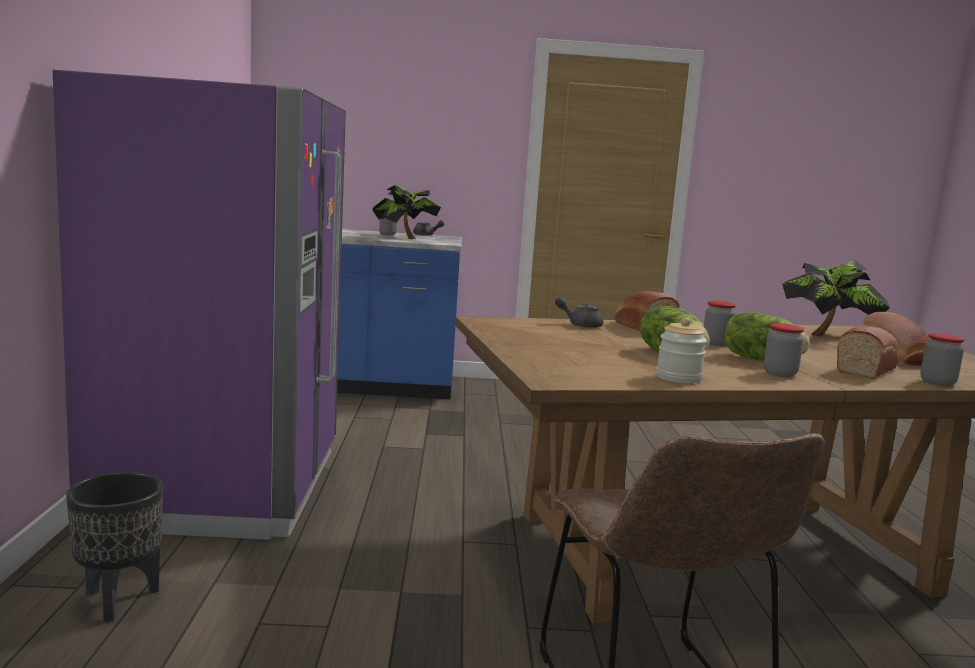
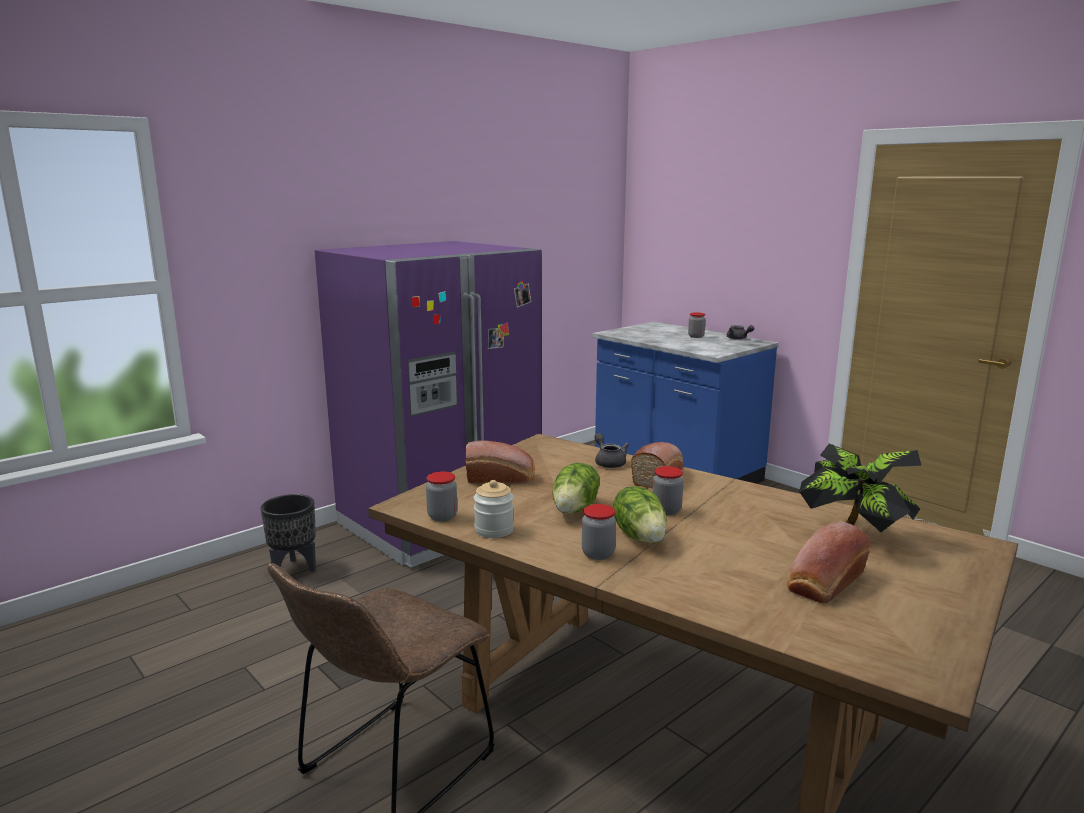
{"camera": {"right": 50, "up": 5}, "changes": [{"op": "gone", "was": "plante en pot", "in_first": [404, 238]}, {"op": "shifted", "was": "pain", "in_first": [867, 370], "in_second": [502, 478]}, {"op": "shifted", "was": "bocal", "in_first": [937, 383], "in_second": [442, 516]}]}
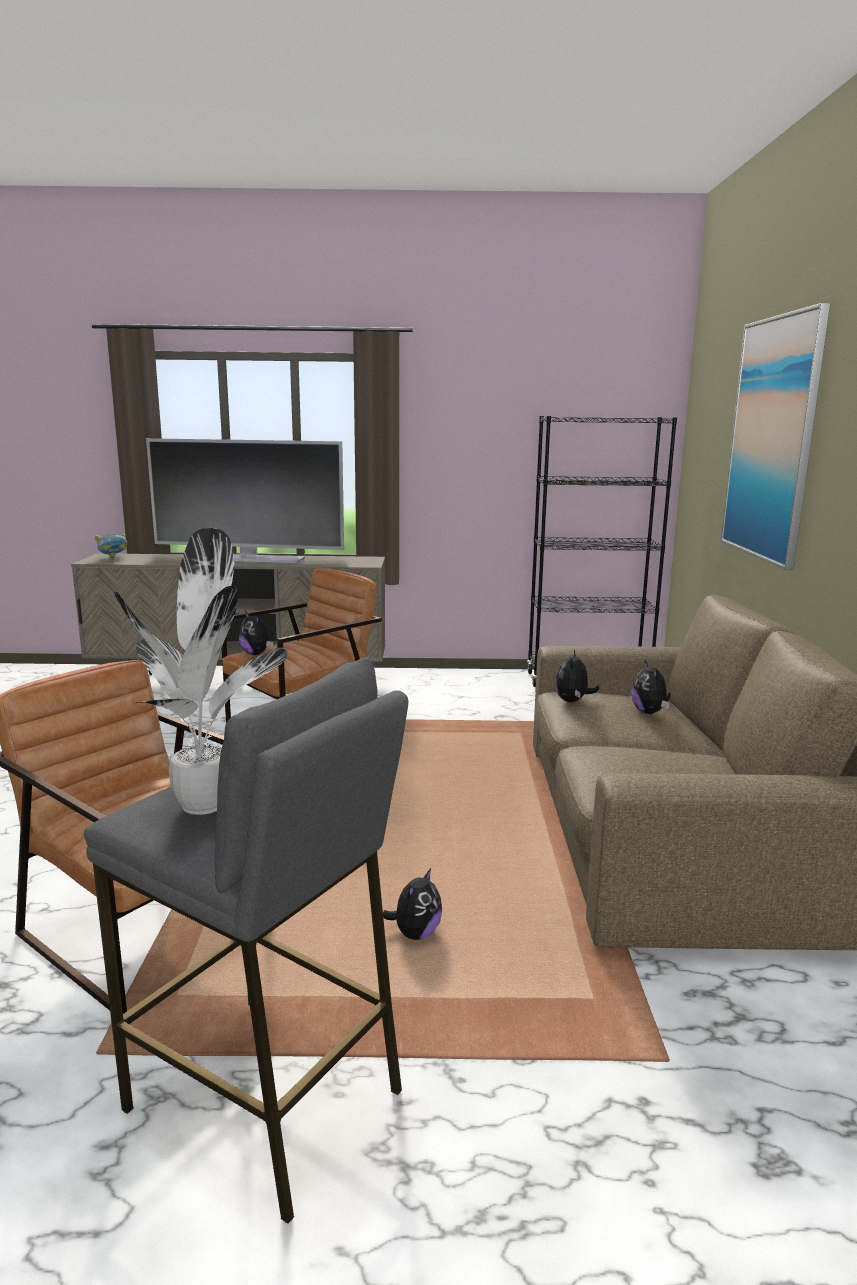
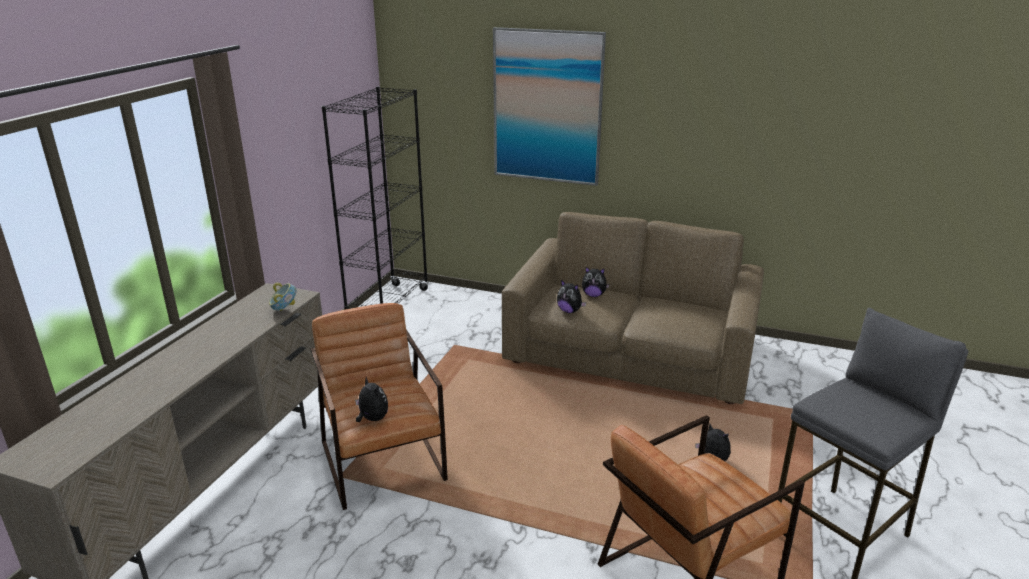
{"camera": {"right": -70, "up": 10}, "changes": [{"op": "gone", "was": "plante en pot", "in_first": [206, 802]}, {"op": "gone", "was": "téléviseur", "in_first": [248, 559]}, {"op": "shifted", "was": "bol", "in_first": [113, 557], "in_second": [284, 310]}, {"op": "rotated", "was": "peluche", "in_first": [256, 654], "in_second": [372, 419], "clockwise": -105}]}
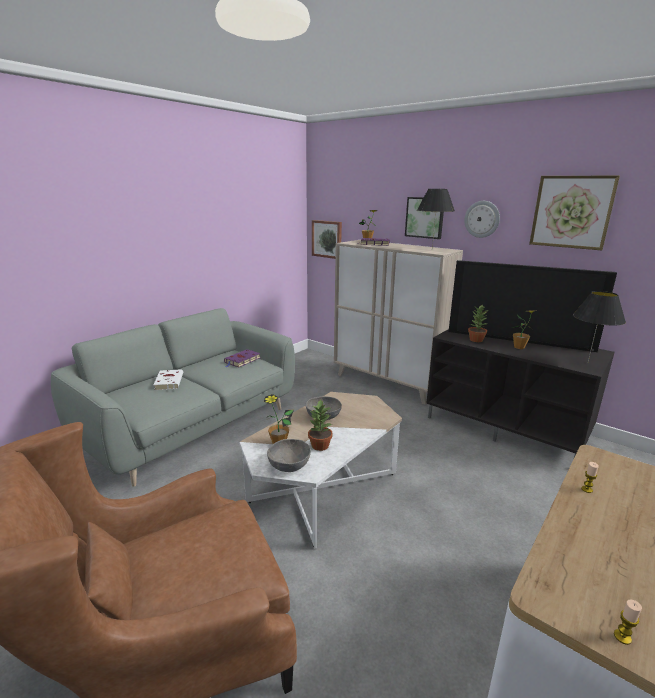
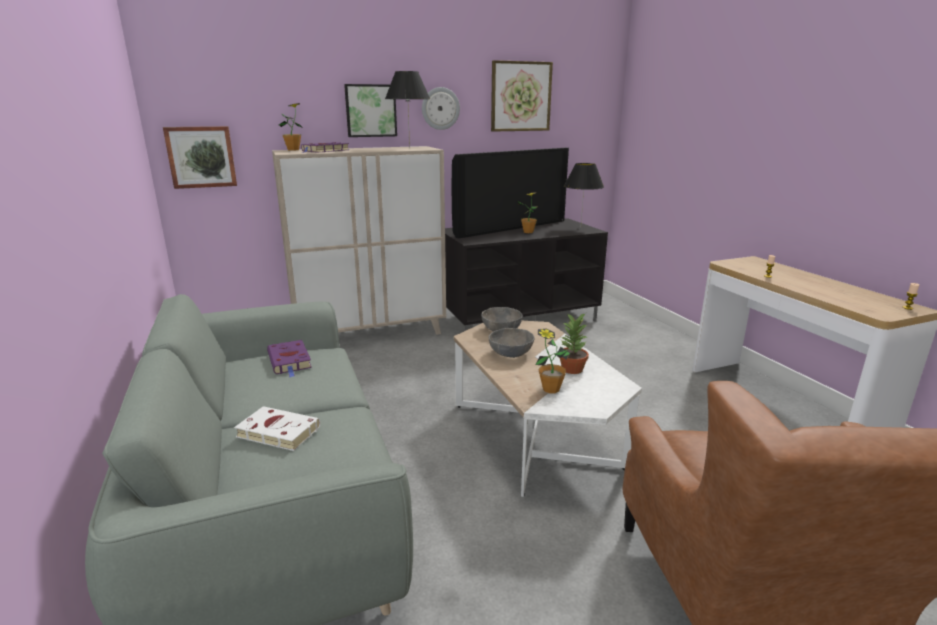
{"camera": {"right": -60, "up": 0}, "changes": [{"op": "gone", "was": "plante en pot", "in_first": [476, 340]}, {"op": "shifted", "was": "bol/gris", "in_first": [289, 465], "in_second": [501, 329]}]}
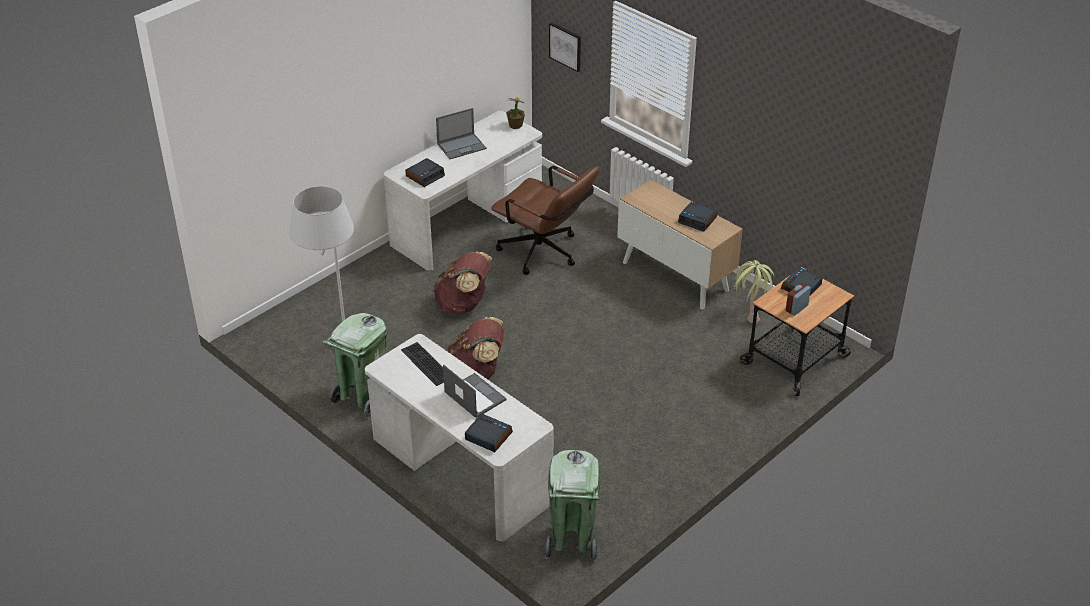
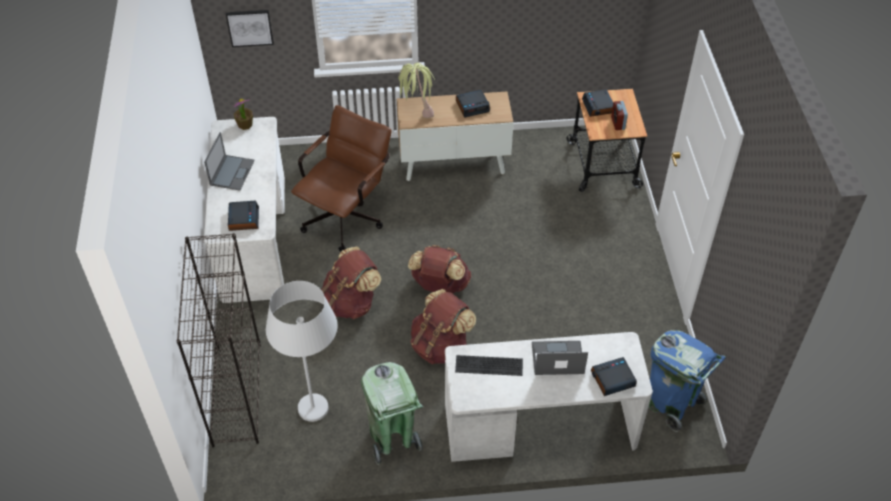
{"camera": {"right": -50, "up": 10}, "changes": [{"op": "new", "now": "bibliothèque/noir", "in_second": [236, 393]}, {"op": "new", "now": "sac à dos/marron", "in_second": [440, 286]}, {"op": "shifted", "was": "plante en pot", "in_first": [749, 313], "in_second": [416, 111]}, {"op": "repainted", "was": "poubelle/vert", "now": "poubelle/bleu", "in_first": [572, 540], "in_second": [671, 404]}, {"op": "rotated", "was": "chaise de bureau/marron", "in_first": [545, 254], "in_second": [347, 216], "clockwise": -45}]}
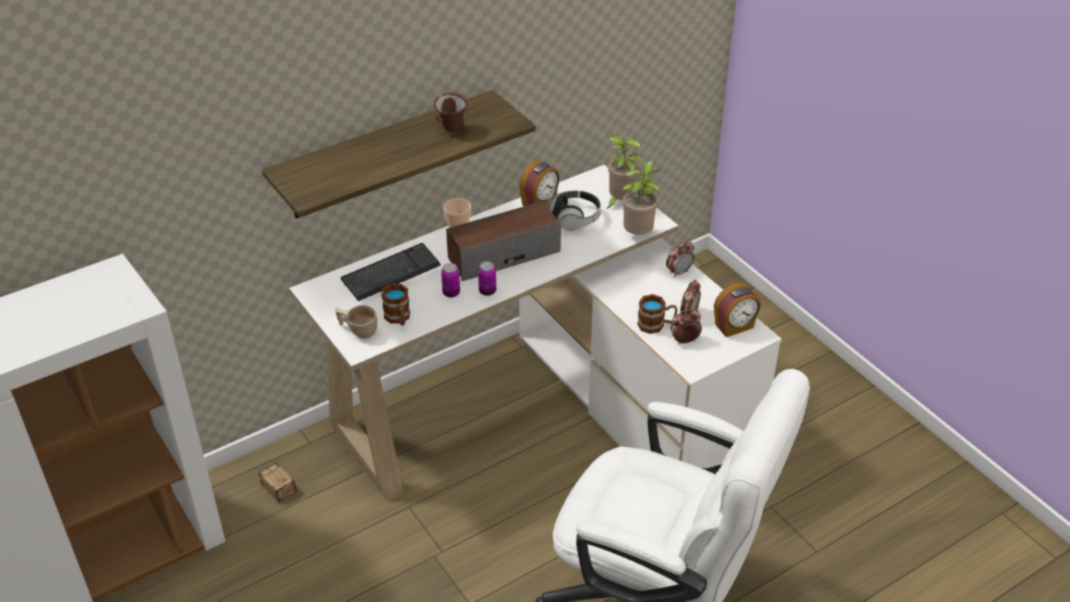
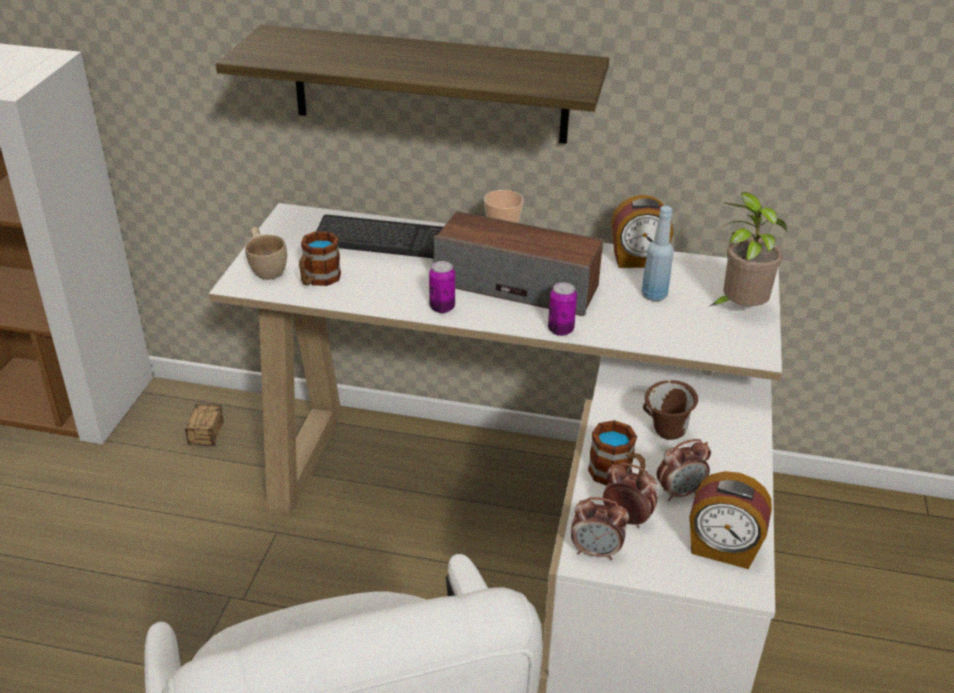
{"camera": {"right": 45, "up": -5}, "changes": [{"op": "gone", "was": "plante en pot", "in_first": [639, 235]}, {"op": "shifted", "was": "mug/marron", "in_first": [452, 130], "in_second": [665, 435]}, {"op": "shifted", "was": "boîte métallique", "in_first": [451, 293], "in_second": [560, 330]}, {"op": "shifted", "was": "réveil", "in_first": [679, 272], "in_second": [596, 552]}, {"op": "swapped", "was": "casque audio", "now": "bouteille/bleu", "in_first": [574, 219], "in_second": [654, 295]}]}
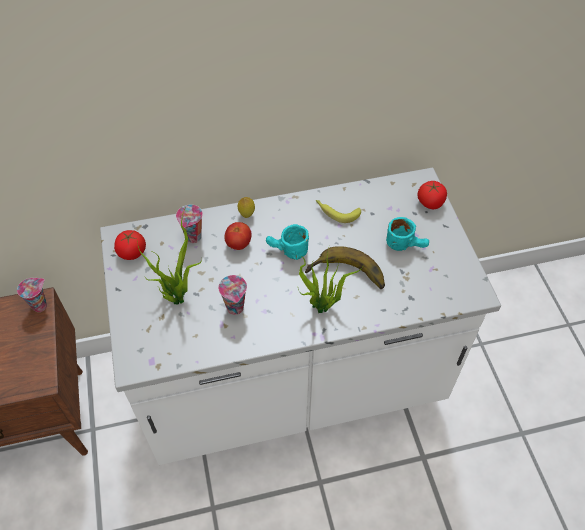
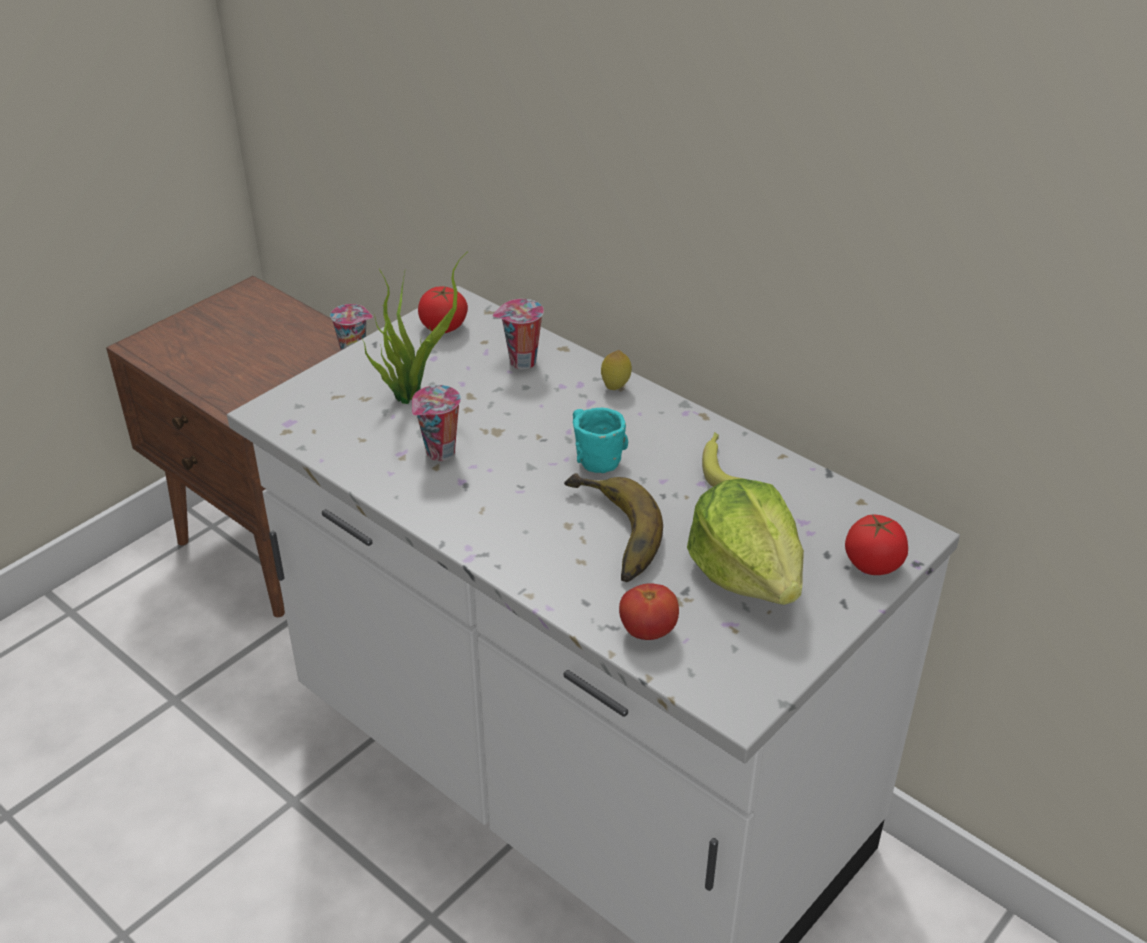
{"camera": {"right": 55, "up": -15}, "changes": [{"op": "gone", "was": "plante en pot", "in_first": [323, 307]}, {"op": "shifted", "was": "tomate", "in_first": [238, 244], "in_second": [648, 631]}, {"op": "swapped", "was": "mug/turquoise", "now": "laitue", "in_first": [406, 244], "in_second": [747, 572]}]}
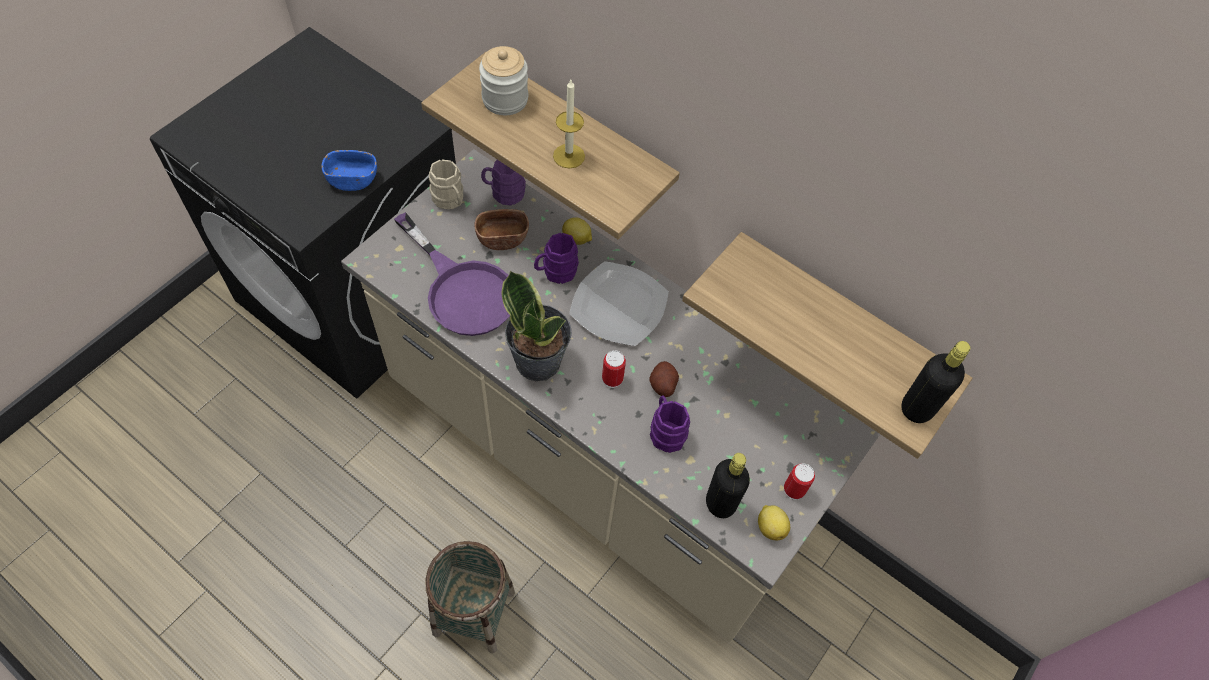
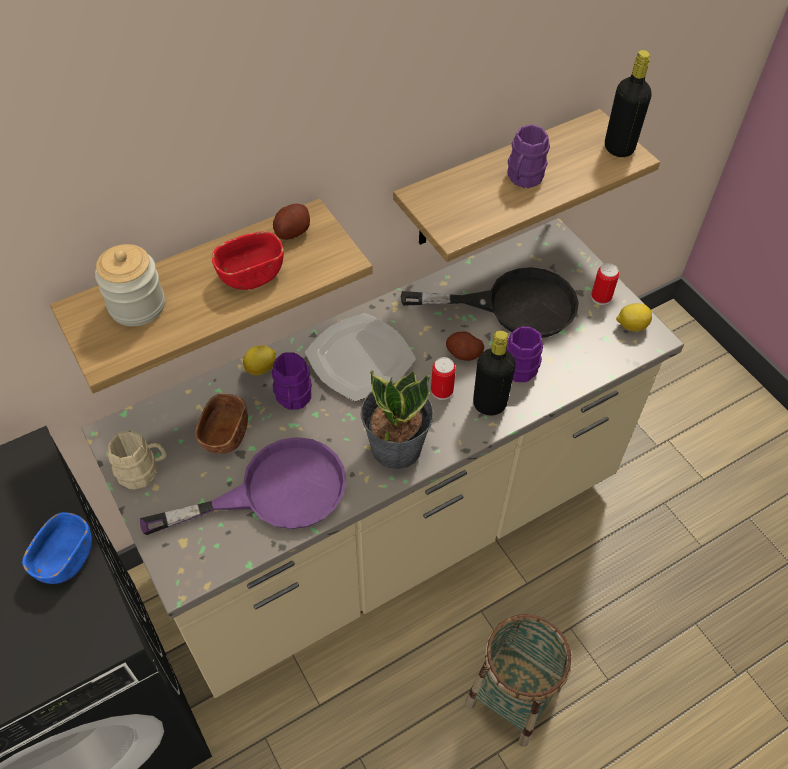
{"camera": {"right": -65, "up": -5}, "changes": [{"op": "new", "now": "pomme de terre", "in_second": [292, 231]}, {"op": "new", "now": "poêle/noir", "in_second": [513, 306]}, {"op": "shifted", "was": "mug/violet", "in_first": [504, 192], "in_second": [523, 178]}, {"op": "shifted", "was": "bouteille/noir", "in_first": [720, 503], "in_second": [489, 404]}, {"op": "swapped", "was": "bougie", "now": "bol/rouge", "in_first": [569, 156], "in_second": [251, 274]}]}
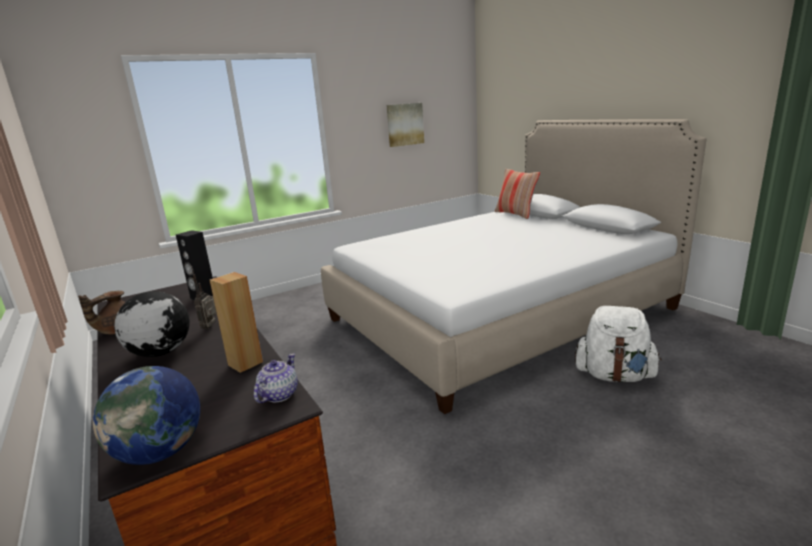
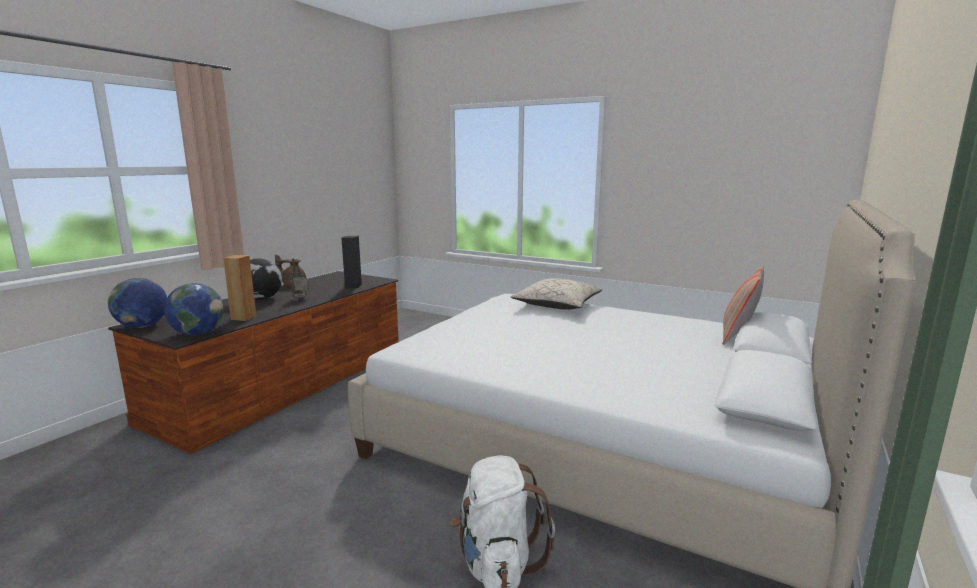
{"camera": {"right": 60, "up": -5}, "changes": [{"op": "gone", "was": "tableau", "in_first": [405, 124]}, {"op": "new", "now": "coussin/beige", "in_second": [557, 305]}, {"op": "swapped", "was": "théière", "now": "globe", "in_first": [278, 395], "in_second": [198, 333]}]}
